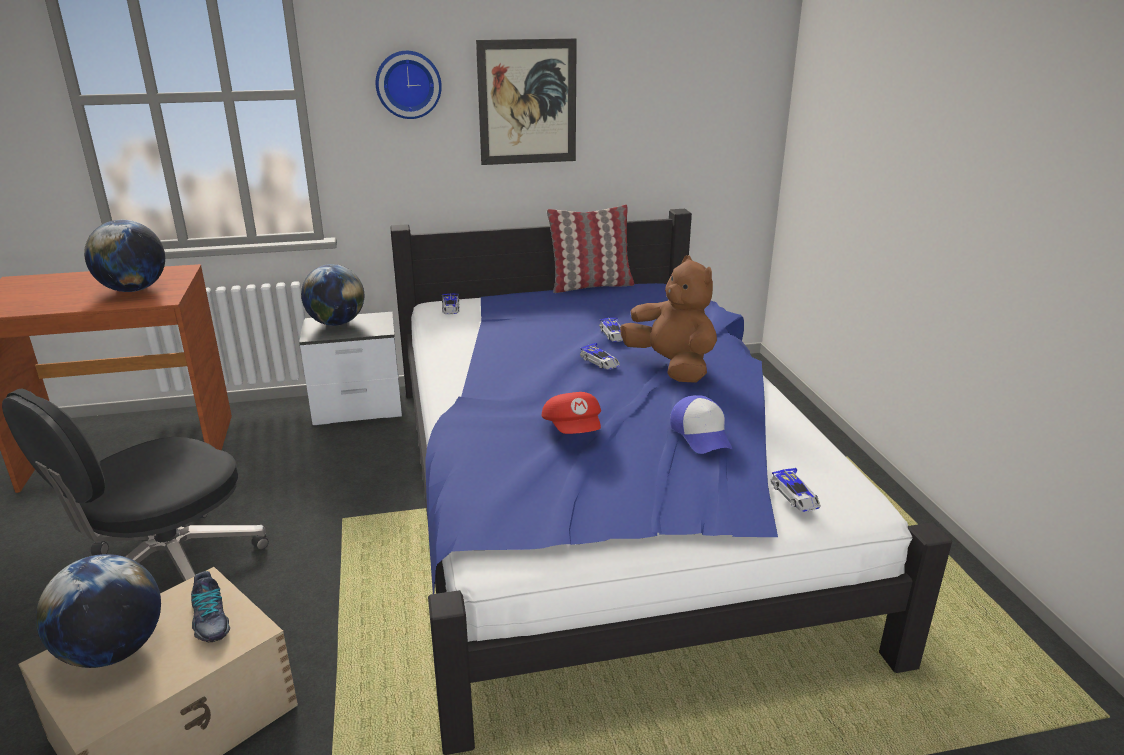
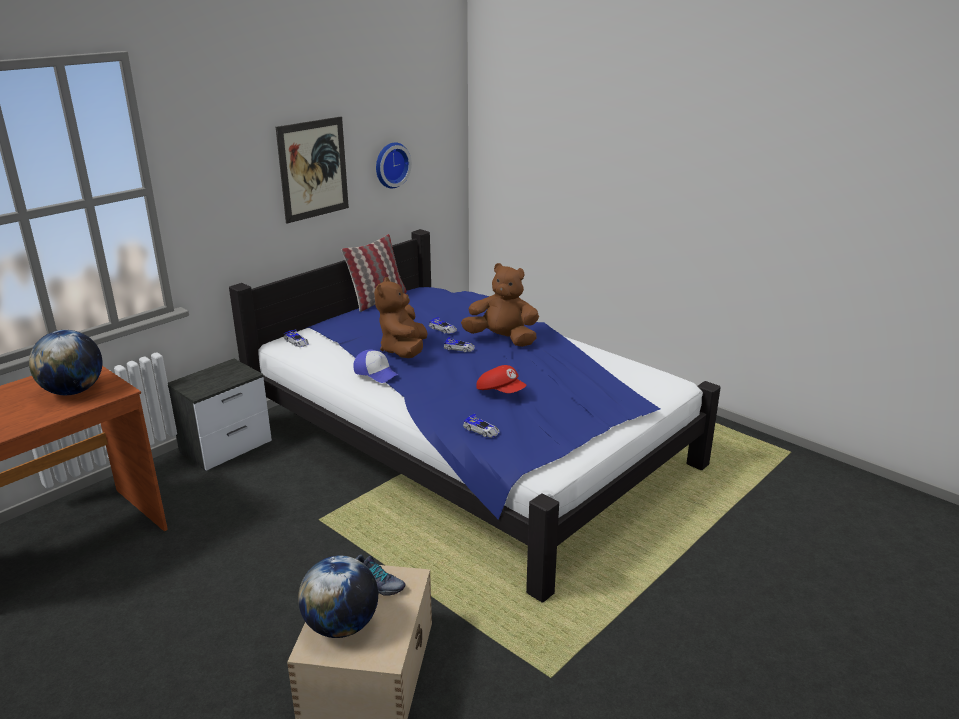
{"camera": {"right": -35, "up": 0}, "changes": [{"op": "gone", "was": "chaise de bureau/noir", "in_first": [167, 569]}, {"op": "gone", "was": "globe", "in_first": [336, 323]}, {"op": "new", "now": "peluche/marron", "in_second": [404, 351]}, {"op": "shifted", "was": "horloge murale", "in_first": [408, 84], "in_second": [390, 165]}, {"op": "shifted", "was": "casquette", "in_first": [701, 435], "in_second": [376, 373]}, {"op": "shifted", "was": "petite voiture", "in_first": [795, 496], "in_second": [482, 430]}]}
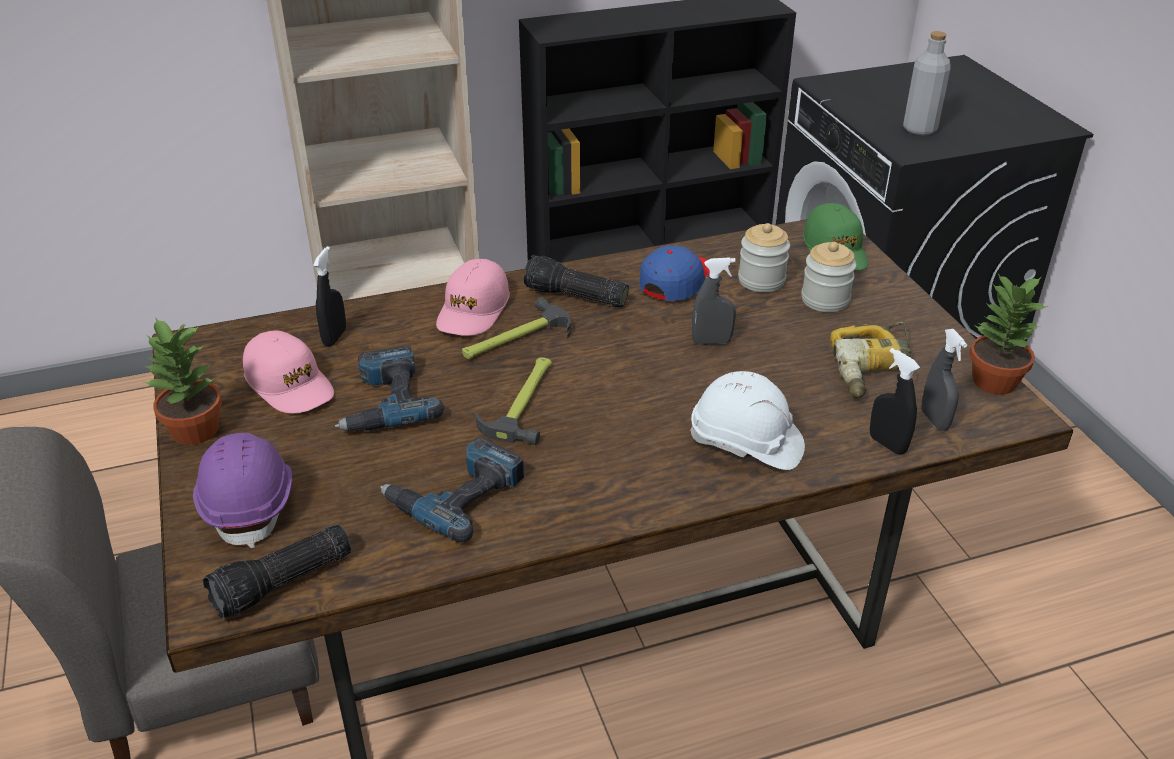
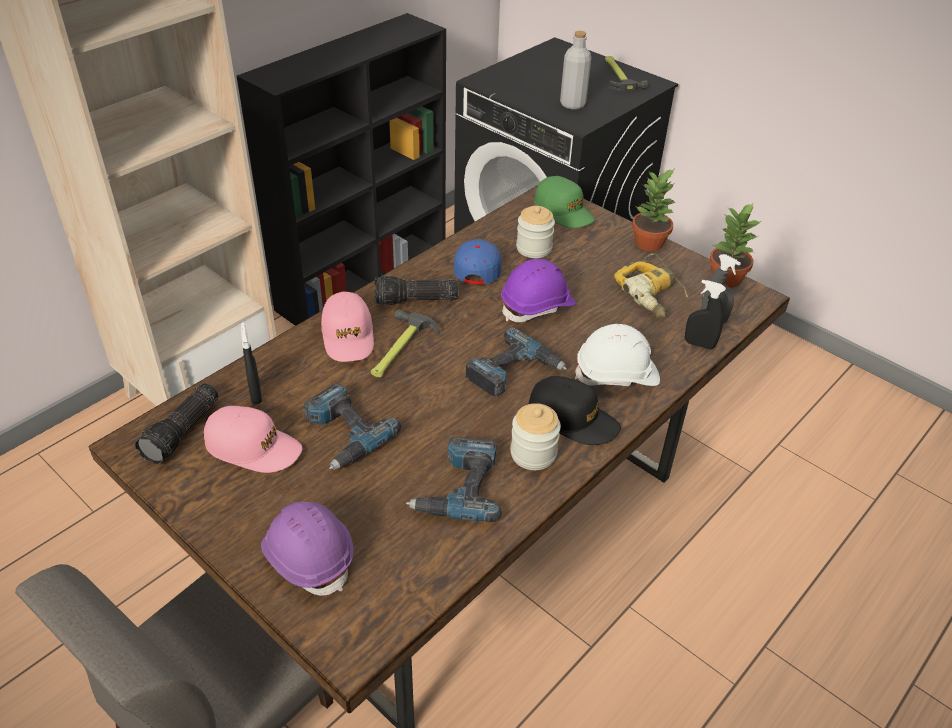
{"camera": {"right": -30, "up": 5}, "changes": [{"op": "new", "now": "perceuse", "in_second": [514, 372]}, {"op": "new", "now": "casquette/noir", "in_second": [572, 418]}, {"op": "shifted", "was": "plante en pot", "in_first": [195, 431], "in_second": [649, 243]}, {"op": "shifted", "was": "lampe de poche", "in_first": [283, 584], "in_second": [183, 432]}, {"op": "shifted", "was": "marteau", "in_first": [524, 401], "in_second": [618, 75]}, {"op": "shifted", "was": "bocal", "in_first": [825, 300], "in_second": [533, 453]}, {"op": "swapped", "was": "vaporisateur/gris", "now": "casque de chantier/violet", "in_first": [711, 342], "in_second": [537, 306]}]}
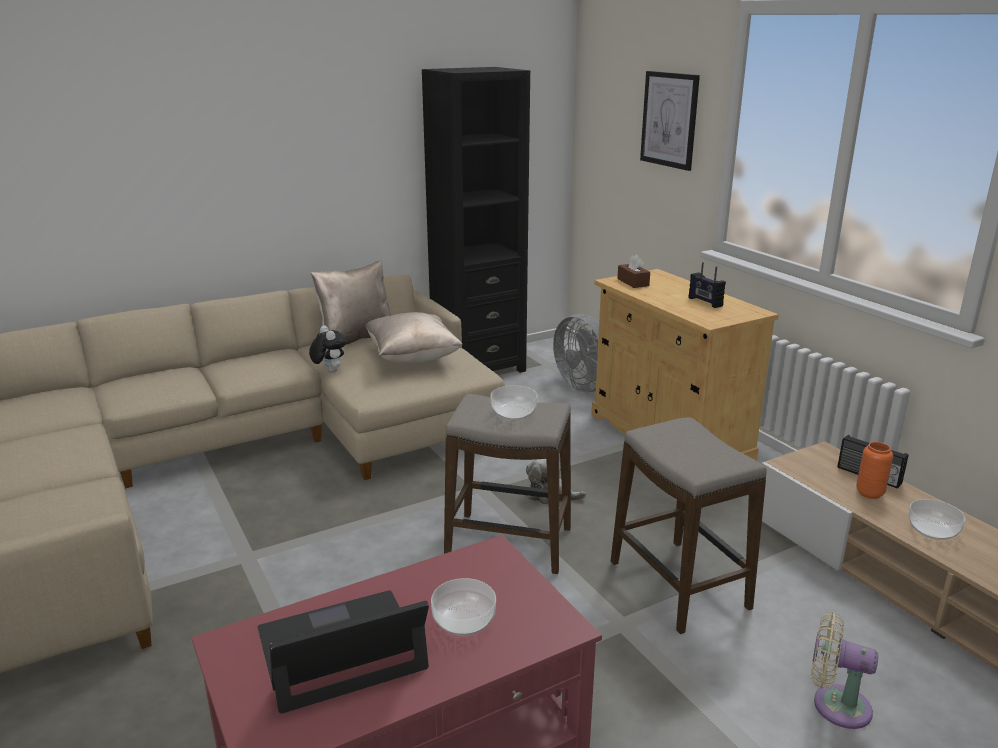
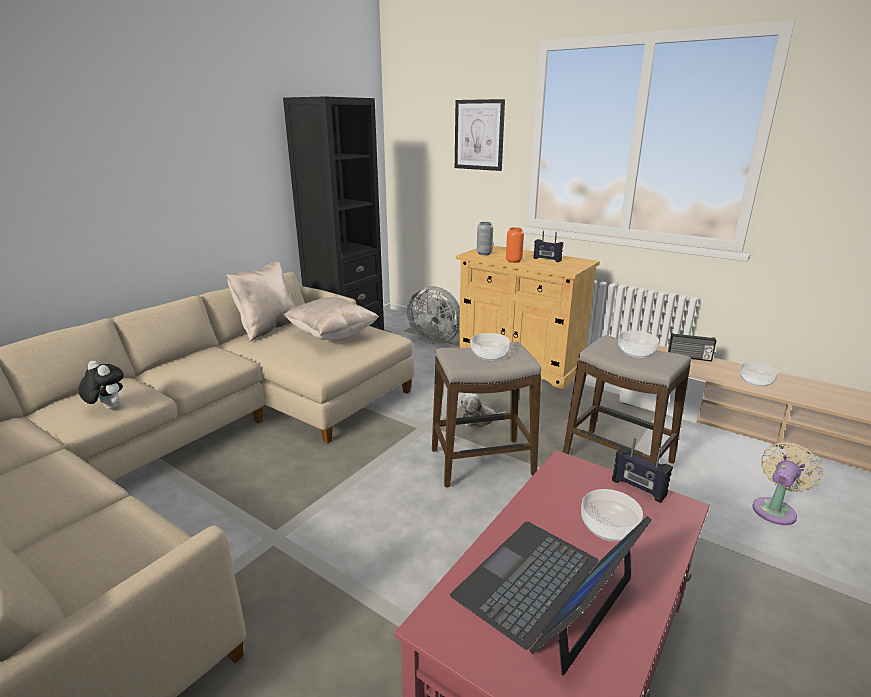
{"camera": {"right": -25, "up": 0}, "changes": [{"op": "new", "now": "radio", "in_second": [638, 488]}, {"op": "new", "now": "bol", "in_second": [636, 352]}, {"op": "shifted", "was": "peluche", "in_first": [329, 371], "in_second": [107, 408]}, {"op": "shifted", "was": "vase/orange", "in_first": [869, 493], "in_second": [513, 261]}, {"op": "swapped", "was": "boîte à mouchoirs/marron", "now": "vase/gris", "in_first": [633, 282], "in_second": [484, 254]}, {"op": "rotated", "was": "ventilateur/beige", "in_first": [835, 705], "in_second": [775, 509], "clockwise": 135}]}
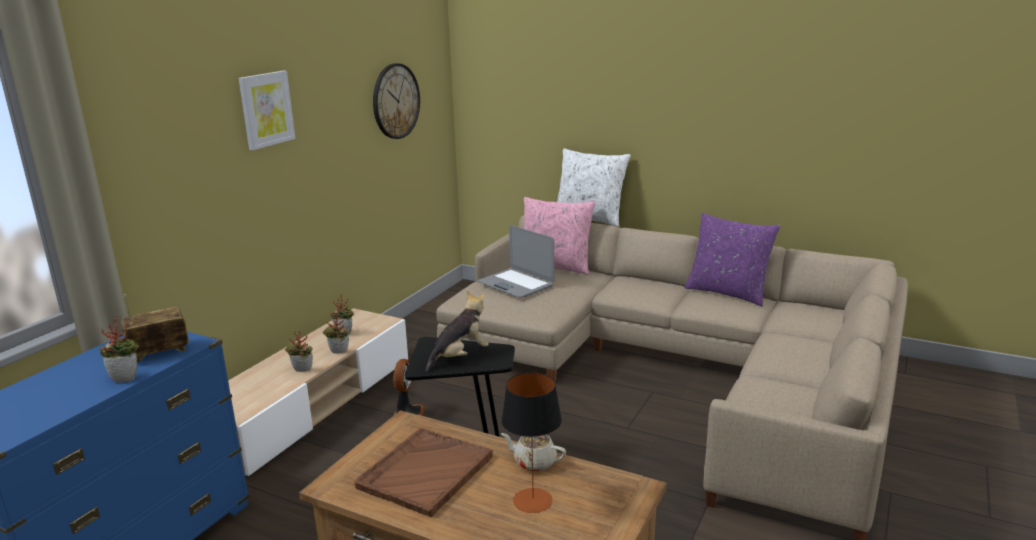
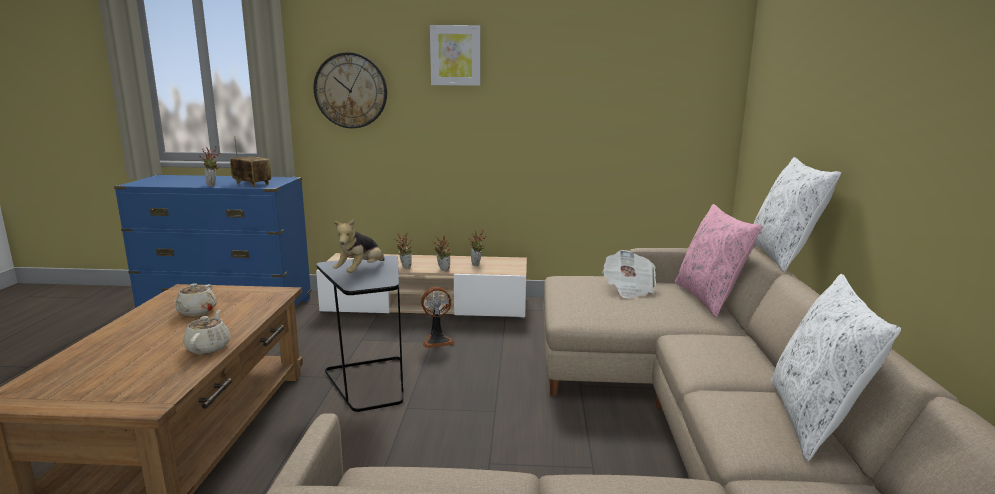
{"camera": {"right": 65, "up": -5}, "changes": [{"op": "gone", "was": "lampe de table", "in_first": [533, 500]}, {"op": "shifted", "was": "horloge murale", "in_first": [395, 101], "in_second": [351, 90]}, {"op": "swapped", "was": "plateau/marron", "now": "théière/beige", "in_first": [424, 473], "in_second": [196, 312]}, {"op": "swapped", "was": "ordinateur portable", "now": "journal", "in_first": [516, 284], "in_second": [628, 289]}, {"op": "repainted", "was": "coussin/violet", "now": "coussin/blanc", "in_first": [728, 293], "in_second": [814, 421]}, {"op": "rotated", "was": "peluche", "in_first": [460, 356], "in_second": [361, 271], "clockwise": 90}]}
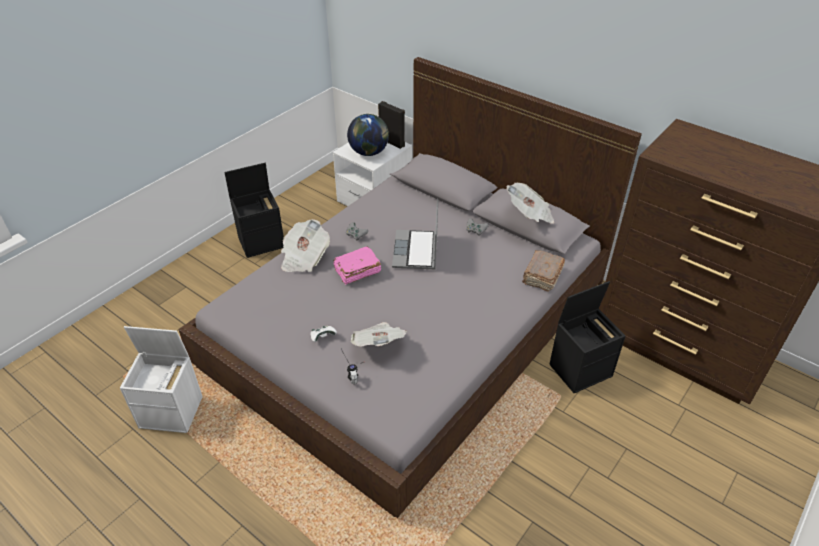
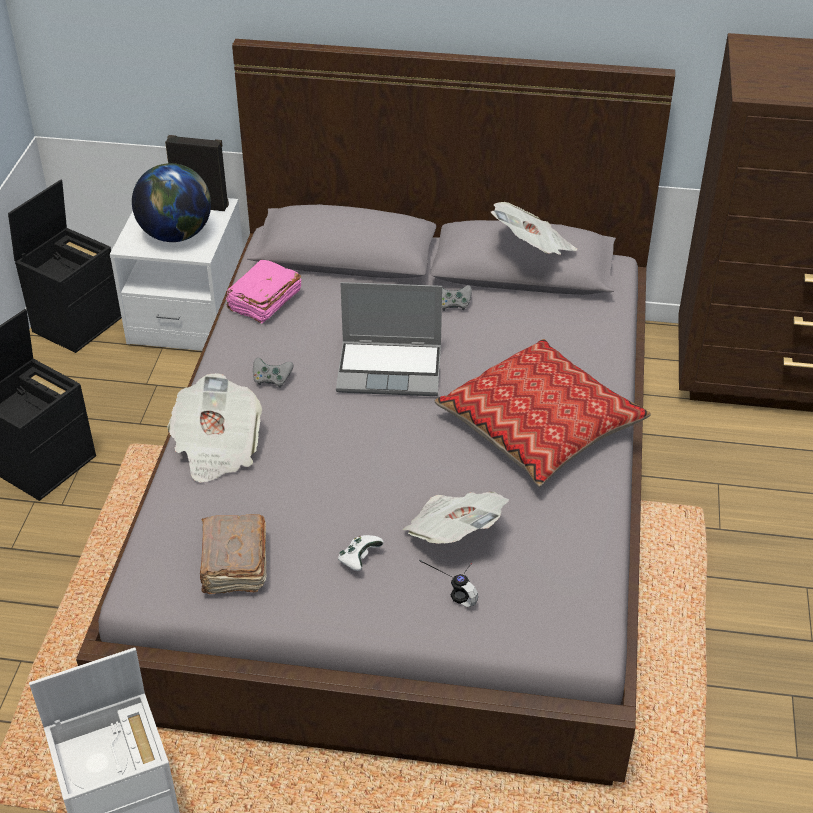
{"camera": {"right": -30, "up": 0}, "changes": [{"op": "new", "now": "coussin", "in_second": [540, 426]}, {"op": "shifted", "was": "livre/rose", "in_first": [356, 271], "in_second": [263, 302]}, {"op": "shifted", "was": "livre/marron", "in_first": [542, 277], "in_second": [233, 565]}, {"op": "shifted", "was": "boîte de rangement/noir", "in_first": [581, 369], "in_second": [78, 323]}, {"op": "rotated", "was": "ordinateur portable", "in_first": [416, 251], "in_second": [391, 369], "clockwise": -60}]}
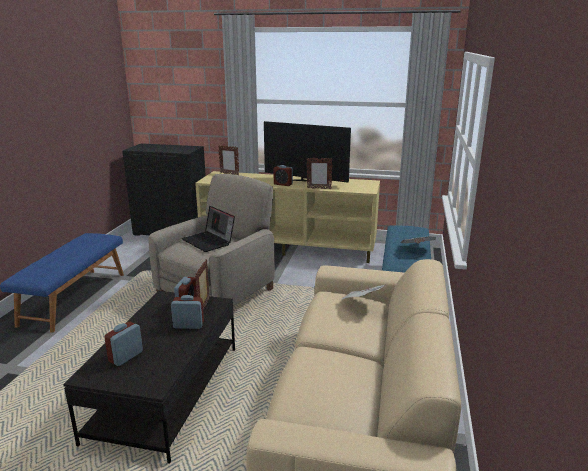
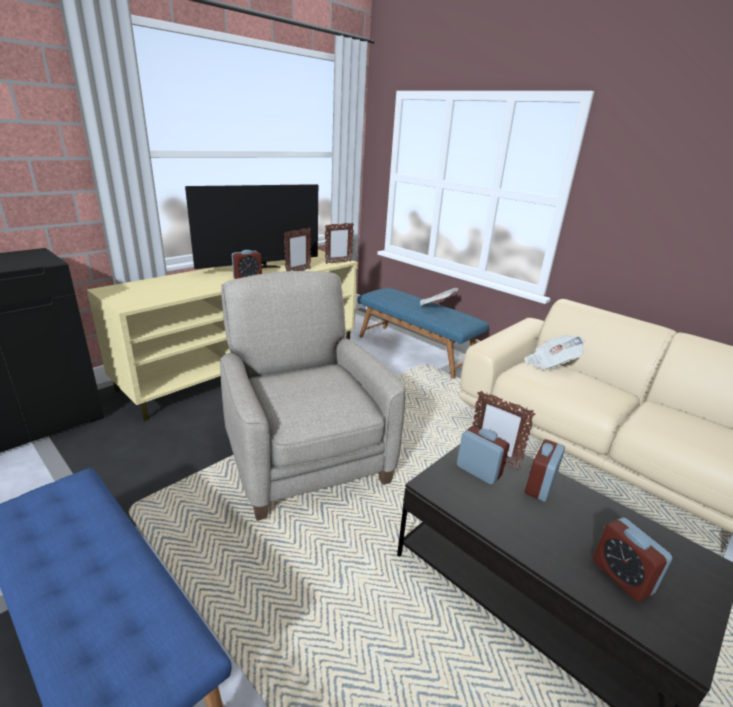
{"camera": {"right": -60, "up": 5}, "changes": [{"op": "gone", "was": "ordinateur portable", "in_first": [209, 241]}, {"op": "shifted", "was": "cadre photo", "in_first": [229, 174], "in_second": [338, 262]}]}
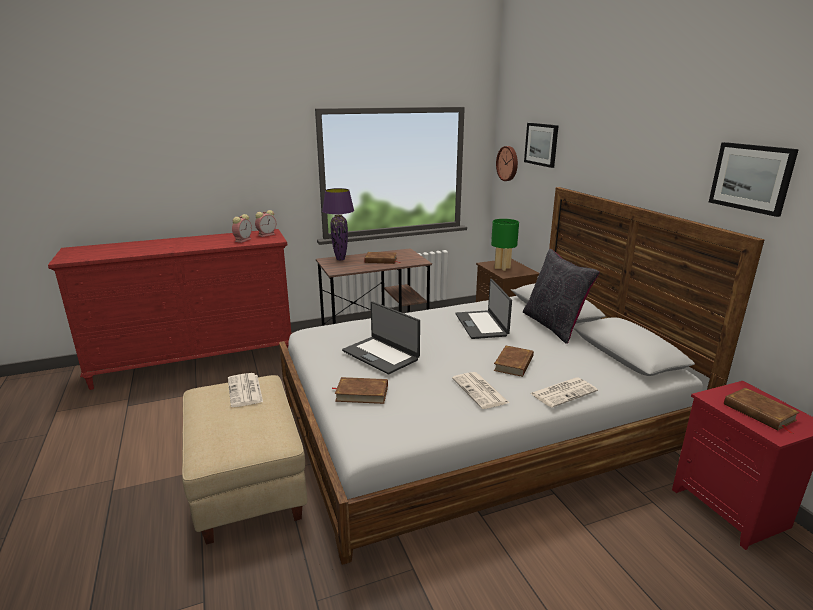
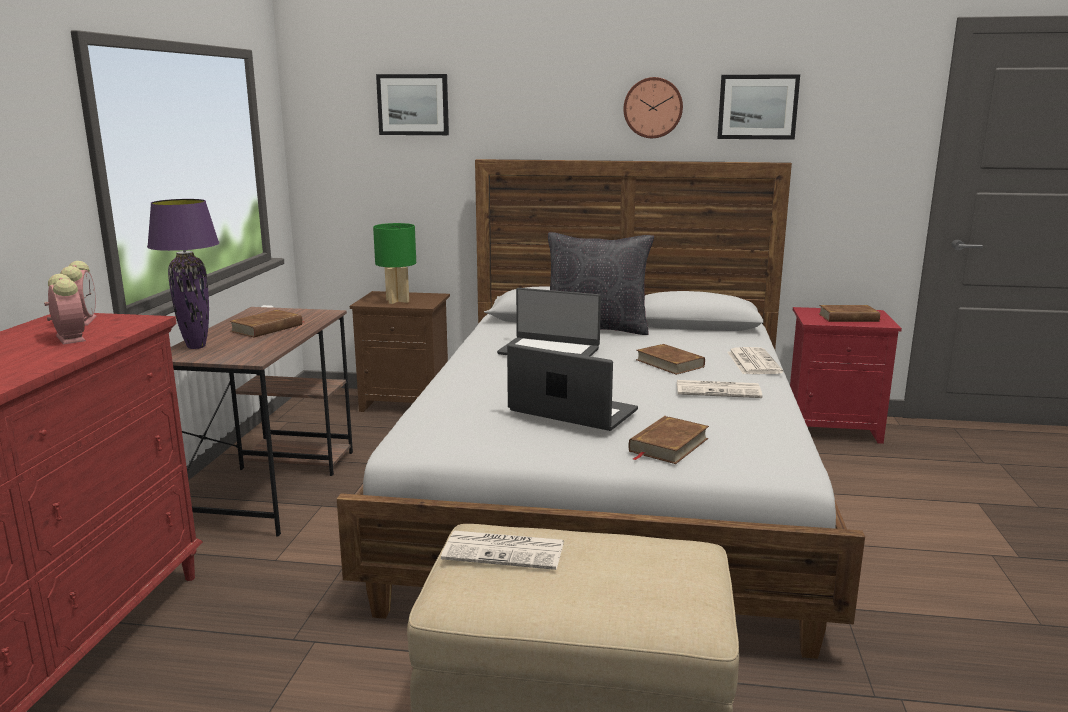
{"camera": {"right": -60, "up": -5}, "changes": [{"op": "shifted", "was": "horloge murale", "in_first": [508, 163], "in_second": [653, 107]}, {"op": "rotated", "was": "ordinateur portable", "in_first": [381, 355], "in_second": [572, 411], "clockwise": -135}]}
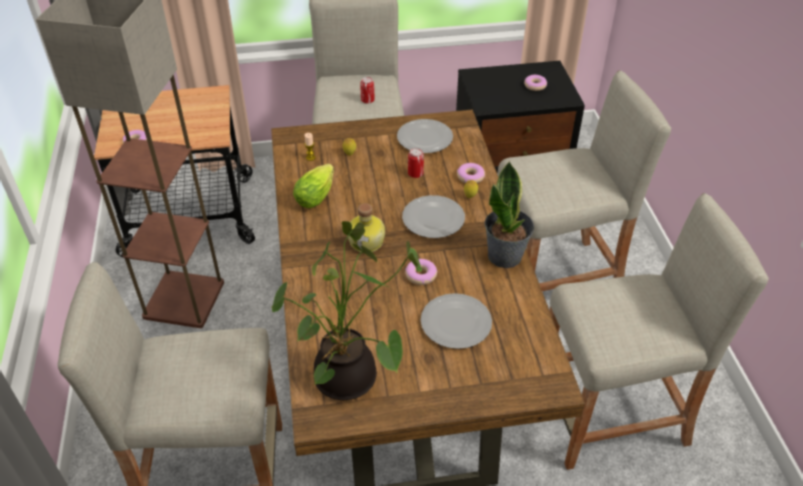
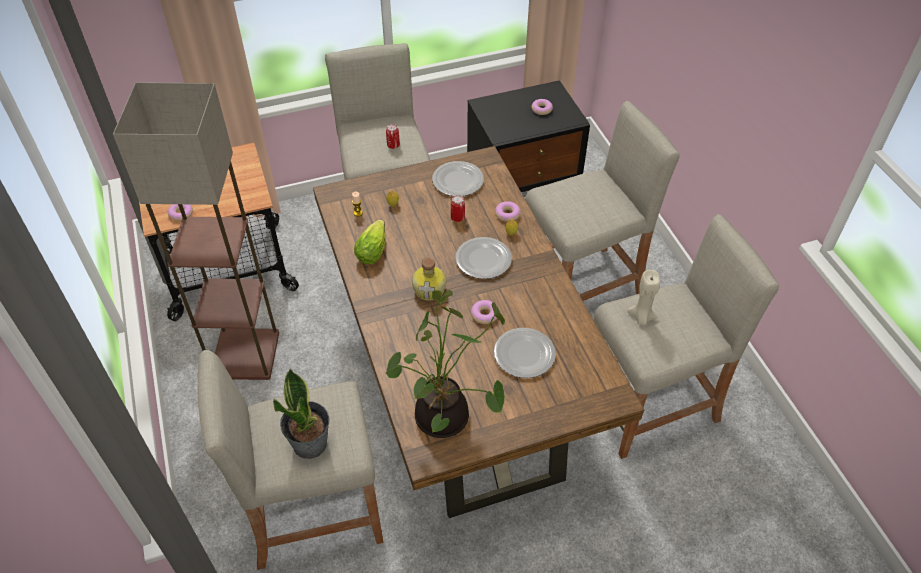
{"camera": {"right": -10, "up": 5}, "changes": [{"op": "new", "now": "bougie/beige", "in_second": [641, 317]}, {"op": "shifted", "was": "plante en pot", "in_first": [505, 256], "in_second": [310, 444]}]}
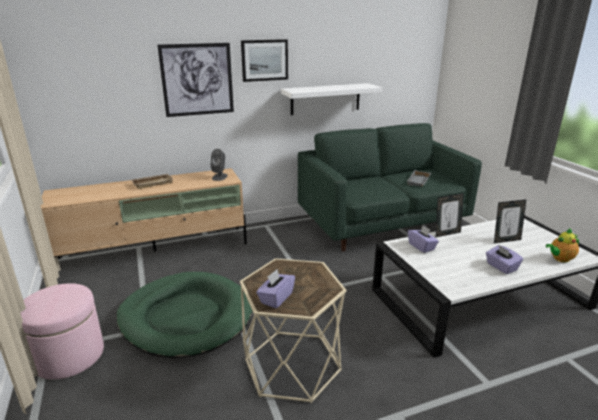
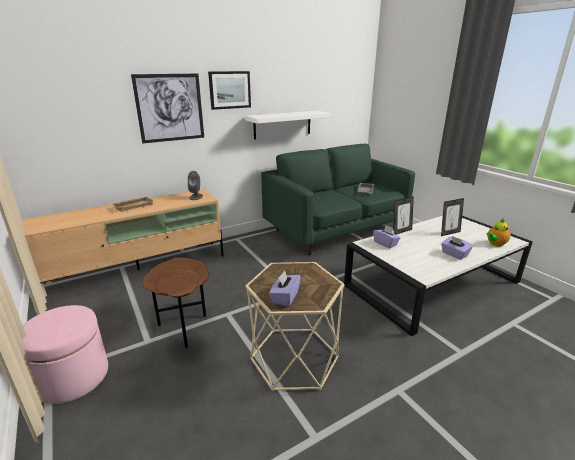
{"camera": {"right": -10, "up": 0}, "changes": [{"op": "swapped", "was": "panier pour chien/vert", "now": "table d'appoint/marron", "in_first": [186, 317], "in_second": [184, 326]}]}
